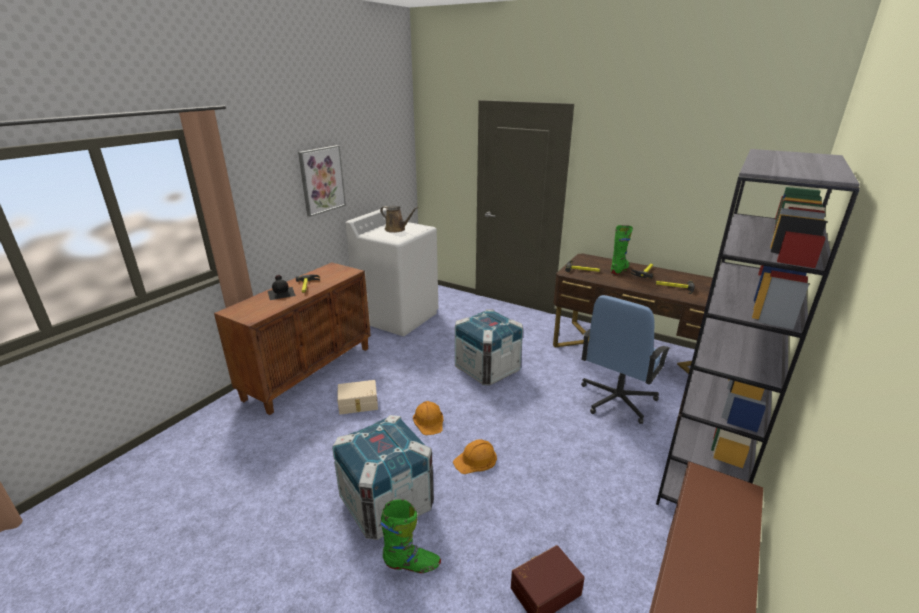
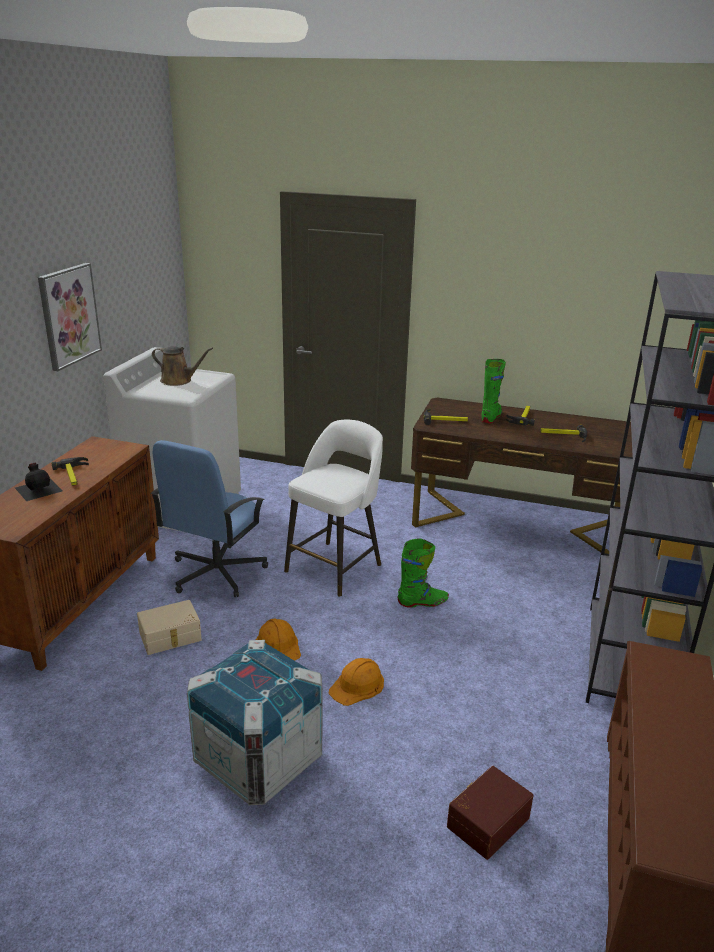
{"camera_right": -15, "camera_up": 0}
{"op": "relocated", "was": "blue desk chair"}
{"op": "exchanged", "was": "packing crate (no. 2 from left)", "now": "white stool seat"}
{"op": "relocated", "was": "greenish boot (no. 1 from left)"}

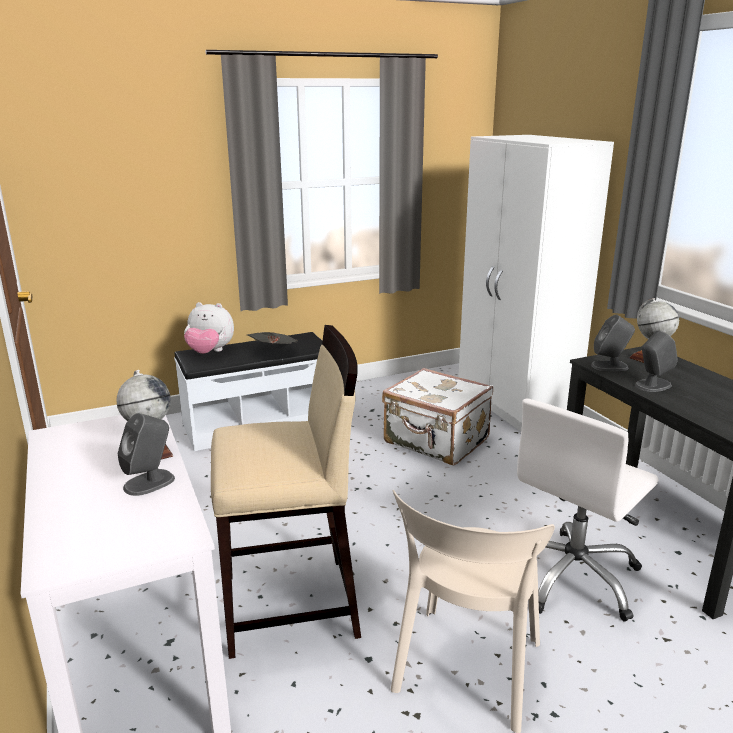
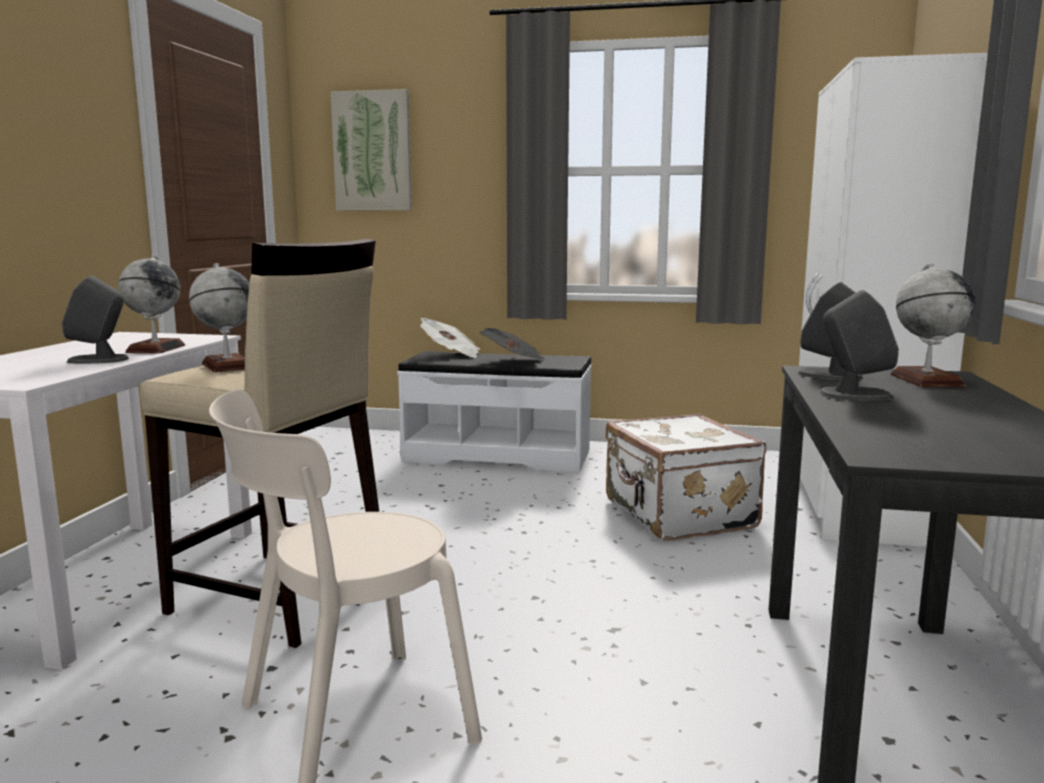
{"camera_right": 35, "camera_up": -10}
{"op": "exchanged", "was": "soft toy", "now": "printed paper (no. 1 from left)"}
{"op": "missing", "was": "white desk chair"}
{"op": "appeared", "now": "wall picture"}
{"op": "appeared", "now": "globe (no. 2 from left)"}

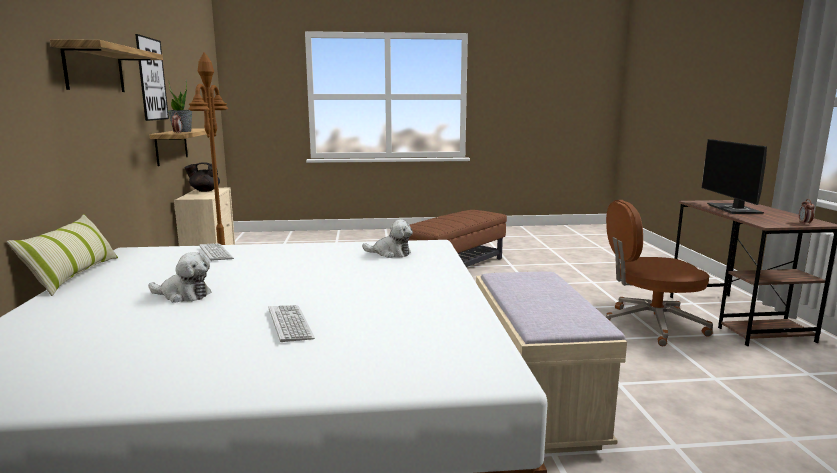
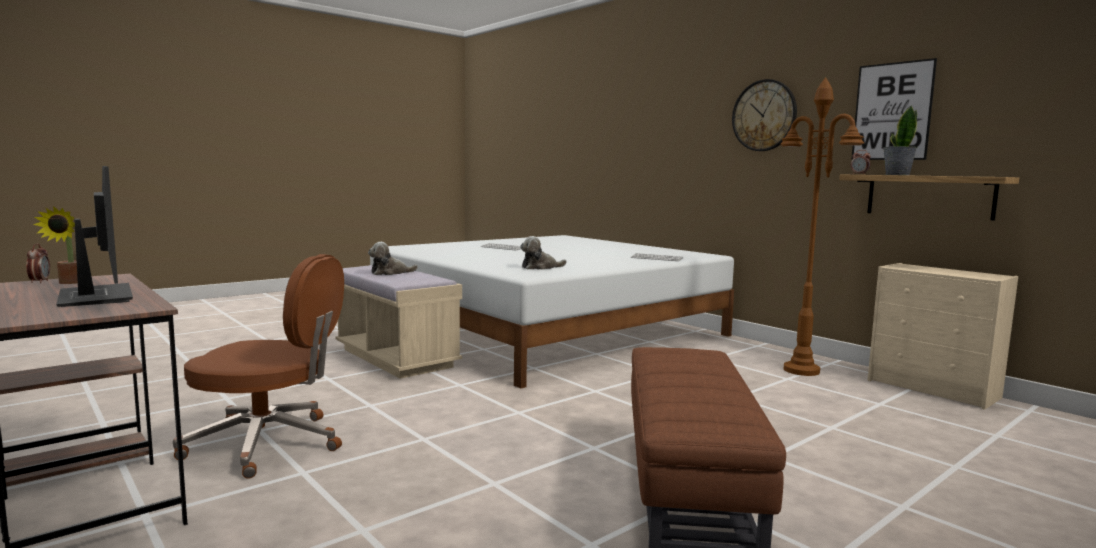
{"camera_right": 145, "camera_up": -5}
{"op": "exchanged", "was": "bracket shelf (no. 1 from left)", "now": "clock on the wall"}
{"op": "missing", "was": "black tea pot"}
{"op": "spun", "was": "brown desk chair", "clockwise": 45}
{"op": "missing", "was": "throw pillow"}
{"op": "relocated", "was": "soft toy (no. 1 from left)"}
{"op": "appeared", "now": "potted plant (no. 1 from left)"}

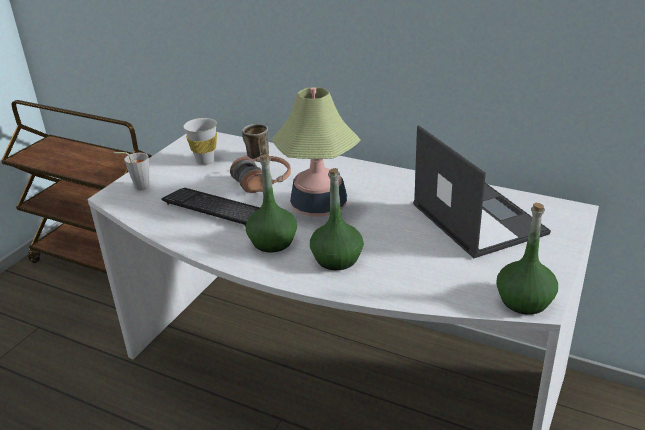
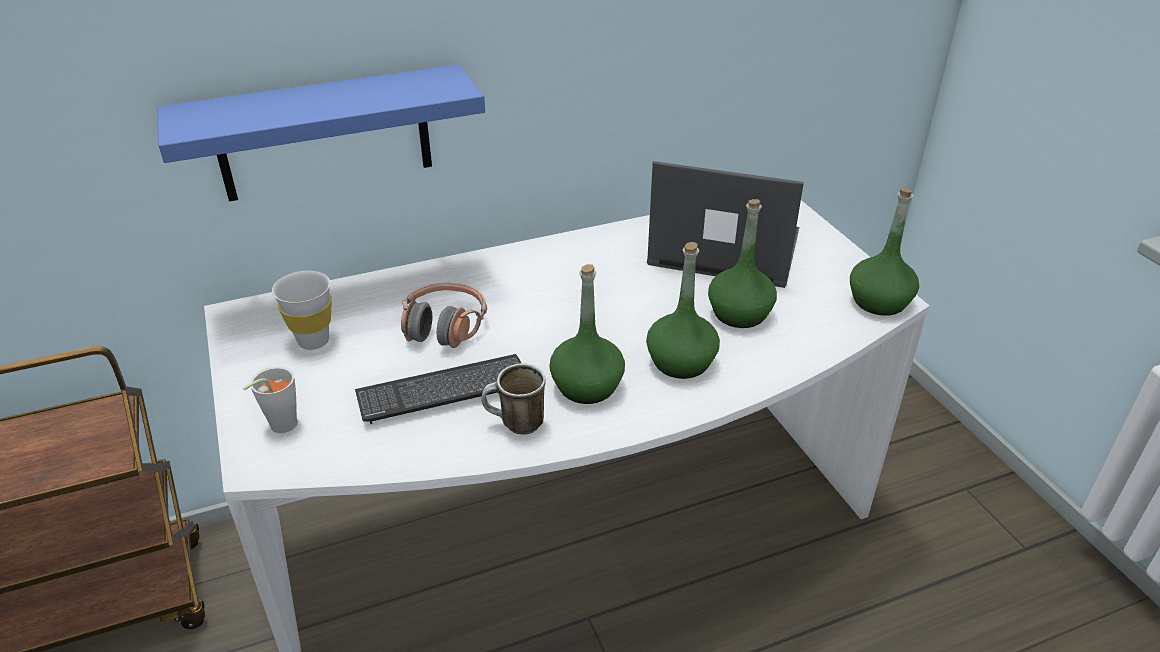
{"camera_right": -50, "camera_up": 5}
{"op": "missing", "was": "lamp for a table"}
{"op": "relocated", "was": "mug"}
{"op": "appeared", "now": "blue bracket shelf"}
{"op": "appeared", "now": "greenish drink bottle (no. 3 from left)"}

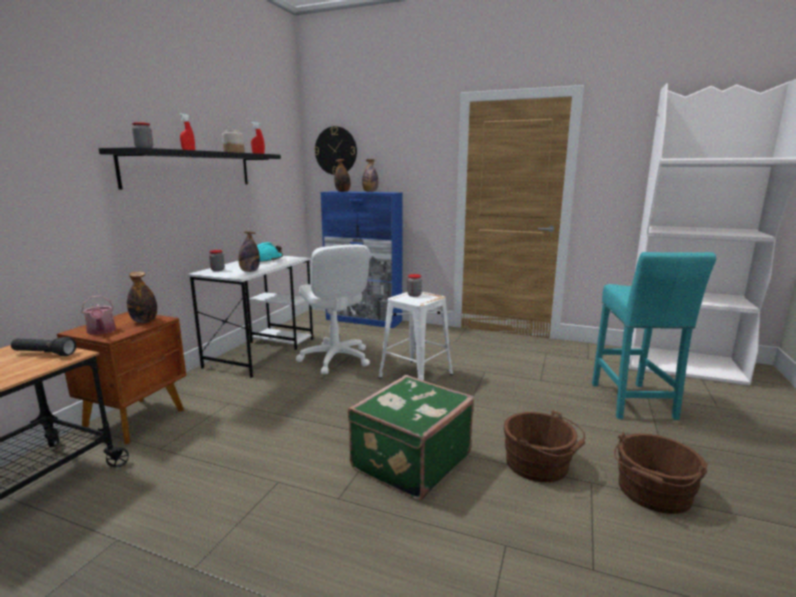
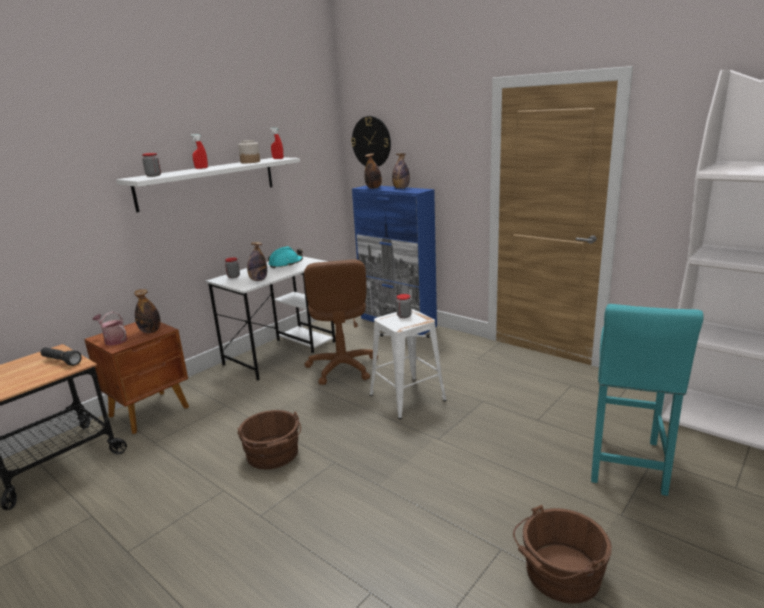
{"camera_right": 20, "camera_up": 5}
{"op": "colour", "was": "black bracket shelf", "now": "white bracket shelf"}
{"op": "colour", "was": "white desk chair", "now": "brown desk chair"}
{"op": "spun", "was": "watering pot", "clockwise": 135}
{"op": "missing", "was": "greenish suitcase"}
{"op": "relocated", "was": "brown pail (no. 1 from left)"}

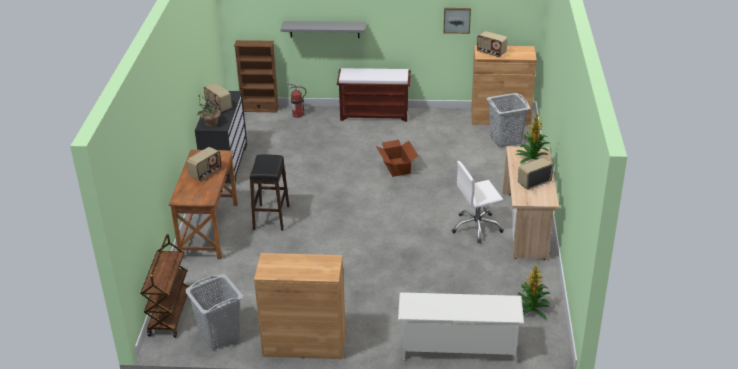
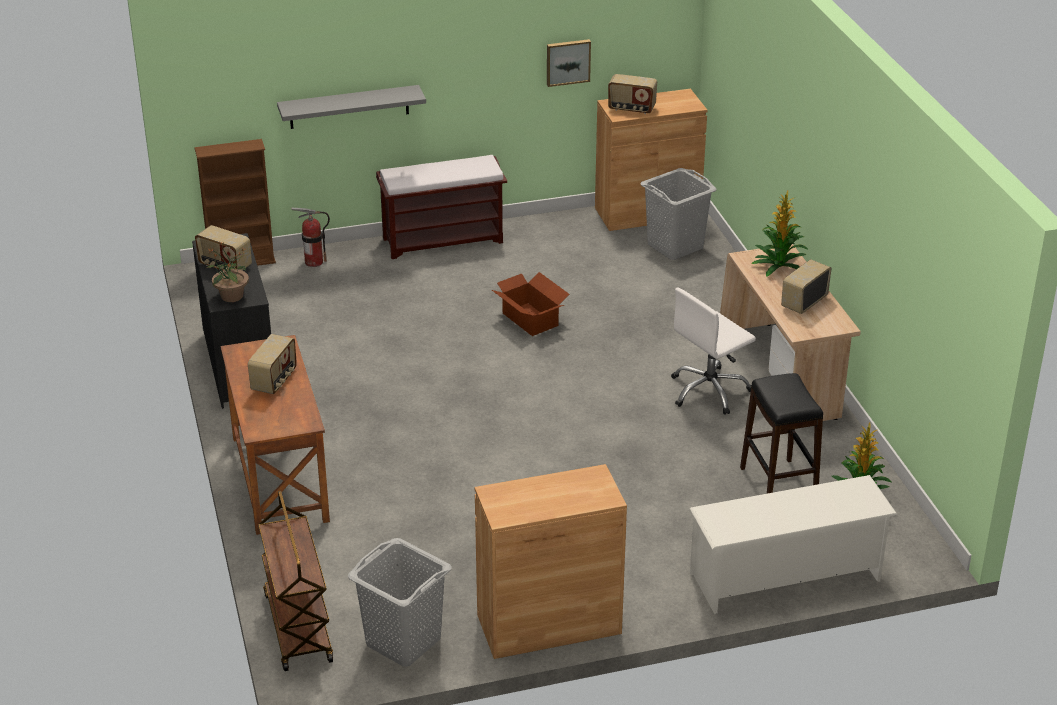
{"camera_right": -20, "camera_up": 0}
{"op": "relocated", "was": "black stool seat"}

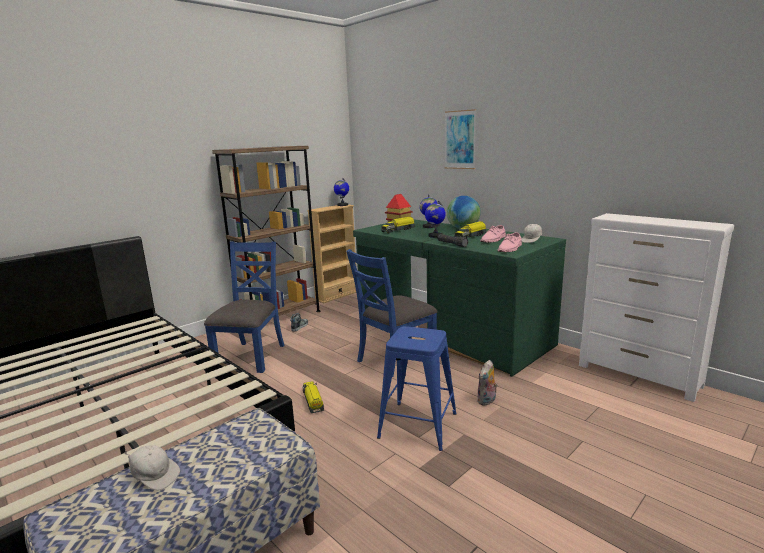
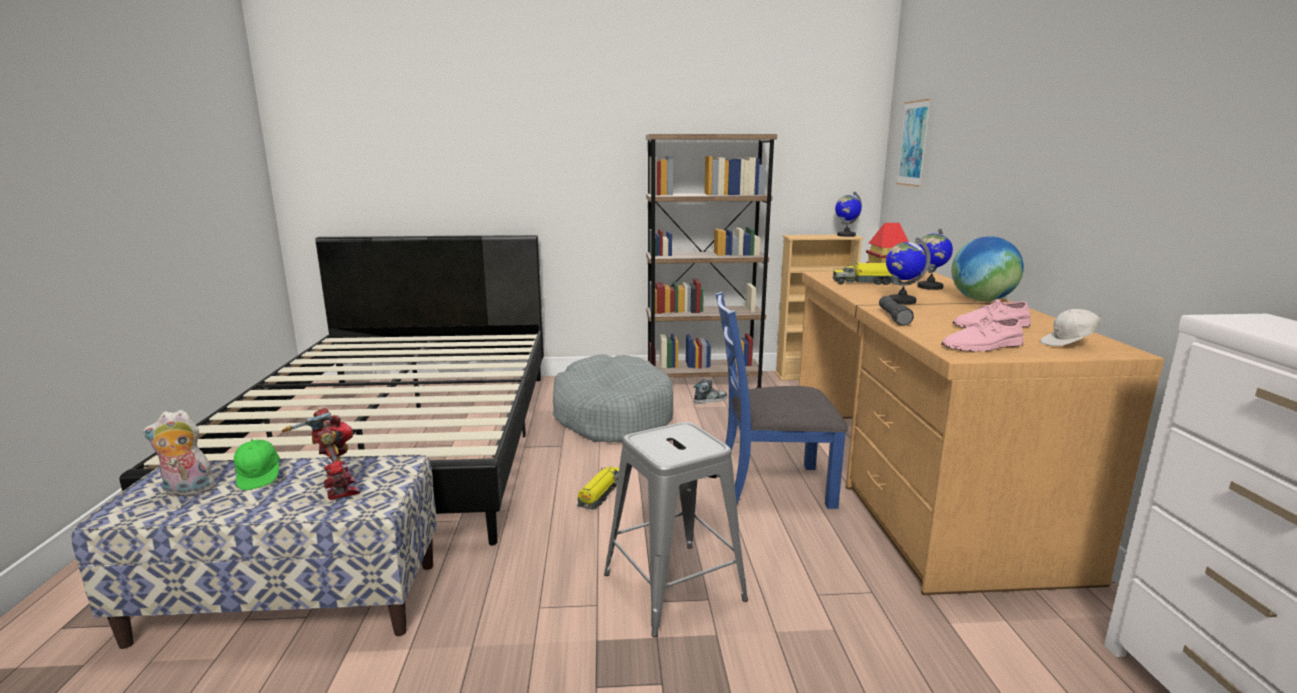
{"camera_right": 40, "camera_up": 0}
{"op": "relocated", "was": "wall picture"}
{"op": "colour", "was": "greenish desk", "now": "brown desk"}
{"op": "missing", "was": "model truck (no. 3 from left)"}
{"op": "exchanged", "was": "blue plain chair (no. 1 from left)", "now": "gray dog cushion"}
{"op": "colour", "was": "blue stool seat", "now": "gray stool seat"}
{"op": "relocated", "was": "soft toy"}
{"op": "colour", "was": "white cap (no. 1 from left)", "now": "greenish cap"}
{"op": "appeared", "now": "robot figure"}

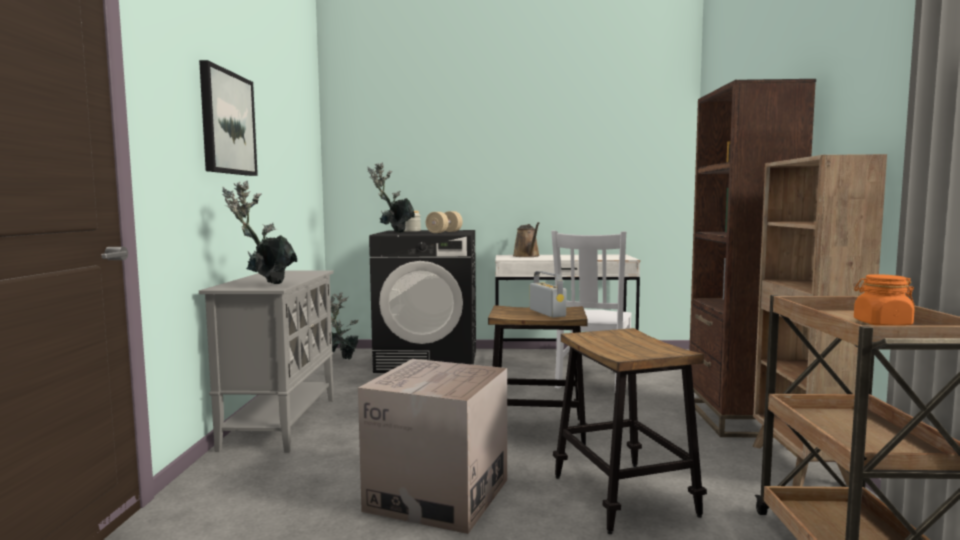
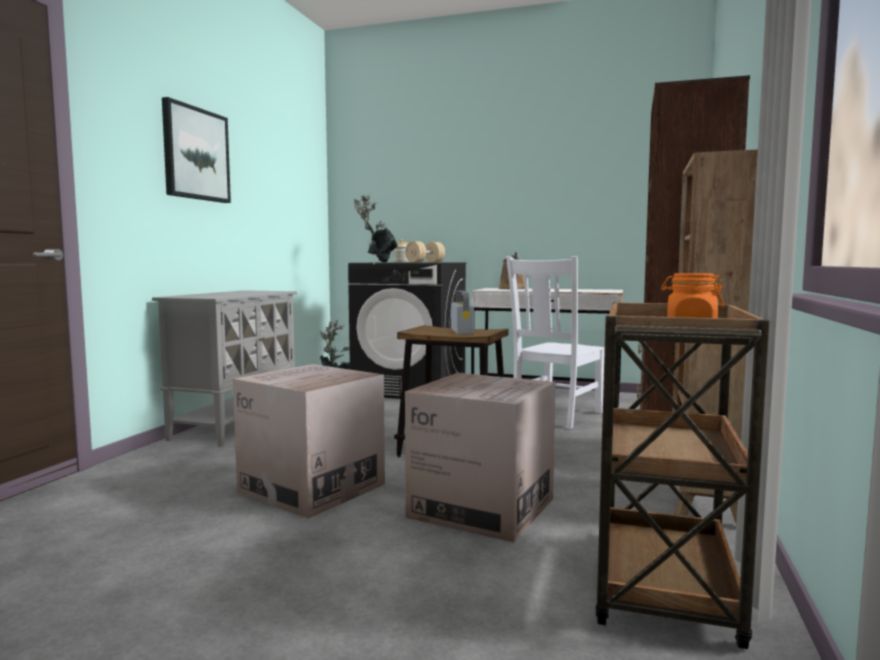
{"camera_right": 15, "camera_up": 0}
{"op": "missing", "was": "potted plant (no. 1 from left)"}
{"op": "exchanged", "was": "stool seat (no. 2 from left)", "now": "packing box (no. 2 from left)"}

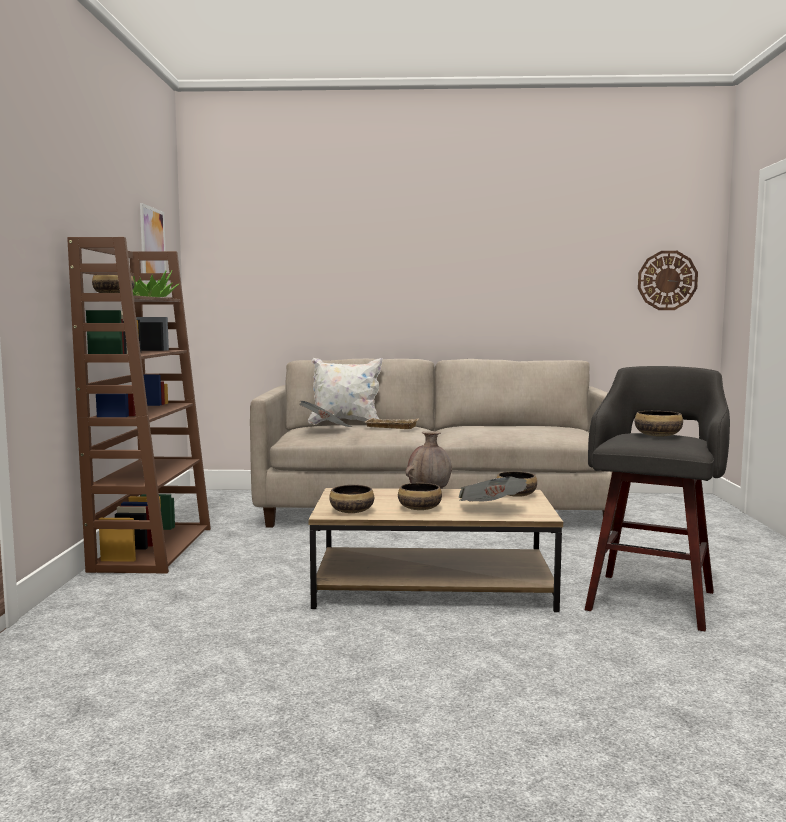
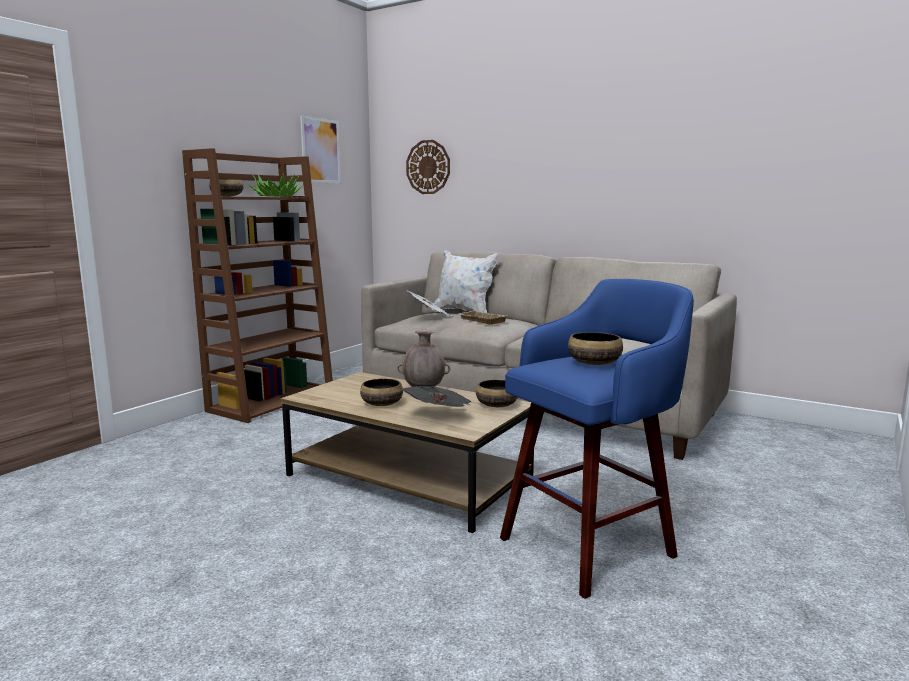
{"camera_right": 30, "camera_up": 5}
{"op": "relocated", "was": "clock on the wall"}
{"op": "colour", "was": "gray stool seat", "now": "blue stool seat"}
{"op": "missing", "was": "serving bowl (no. 2 from left)"}

